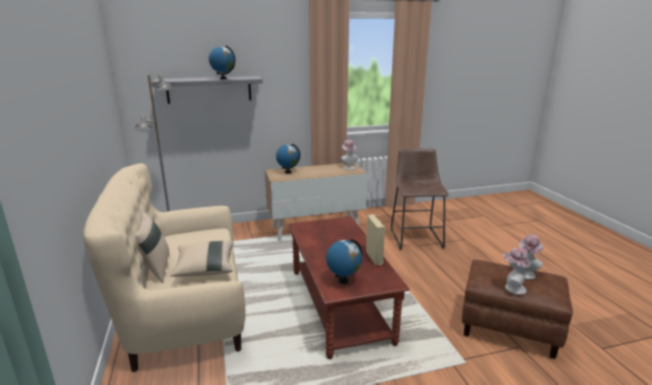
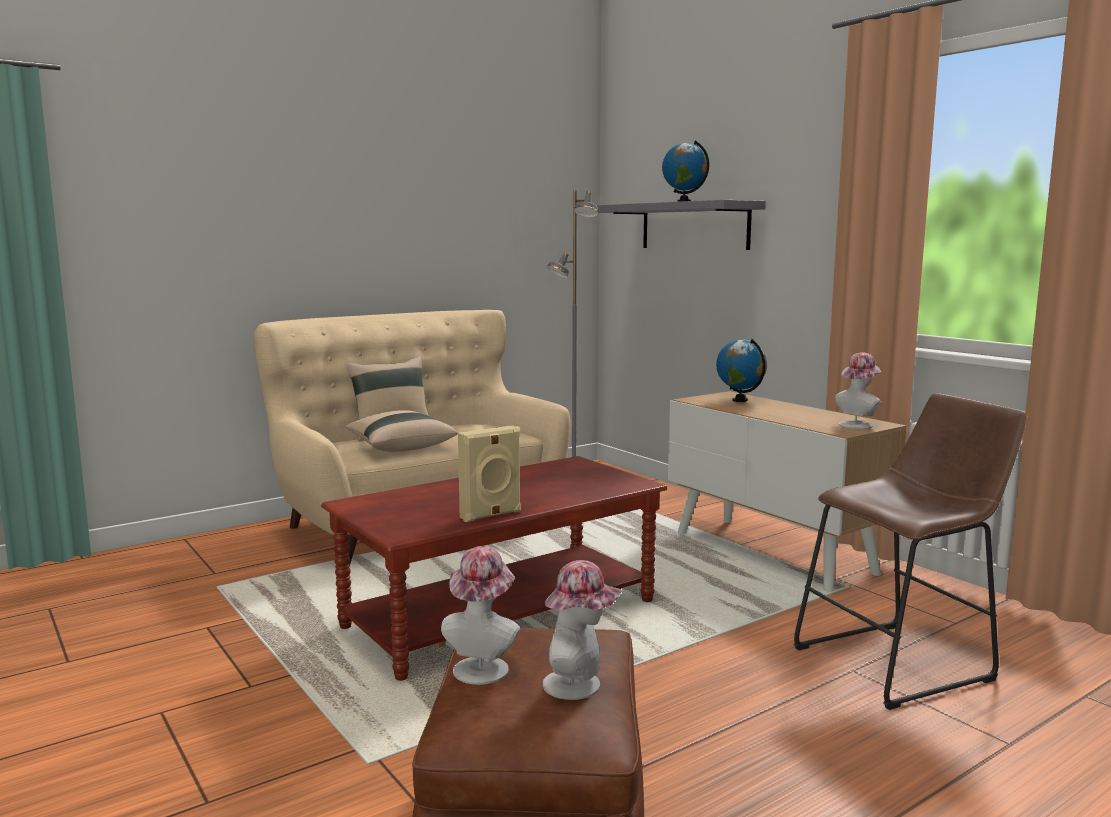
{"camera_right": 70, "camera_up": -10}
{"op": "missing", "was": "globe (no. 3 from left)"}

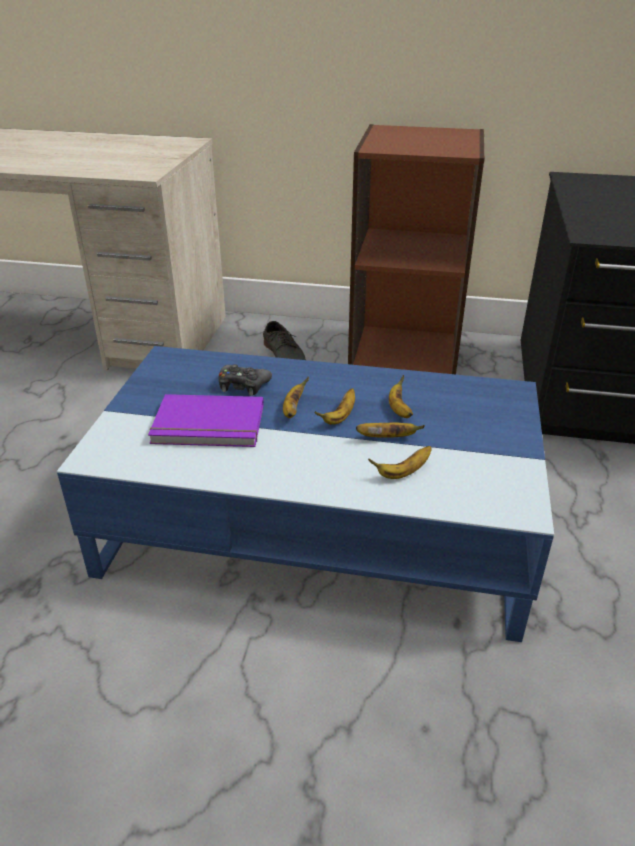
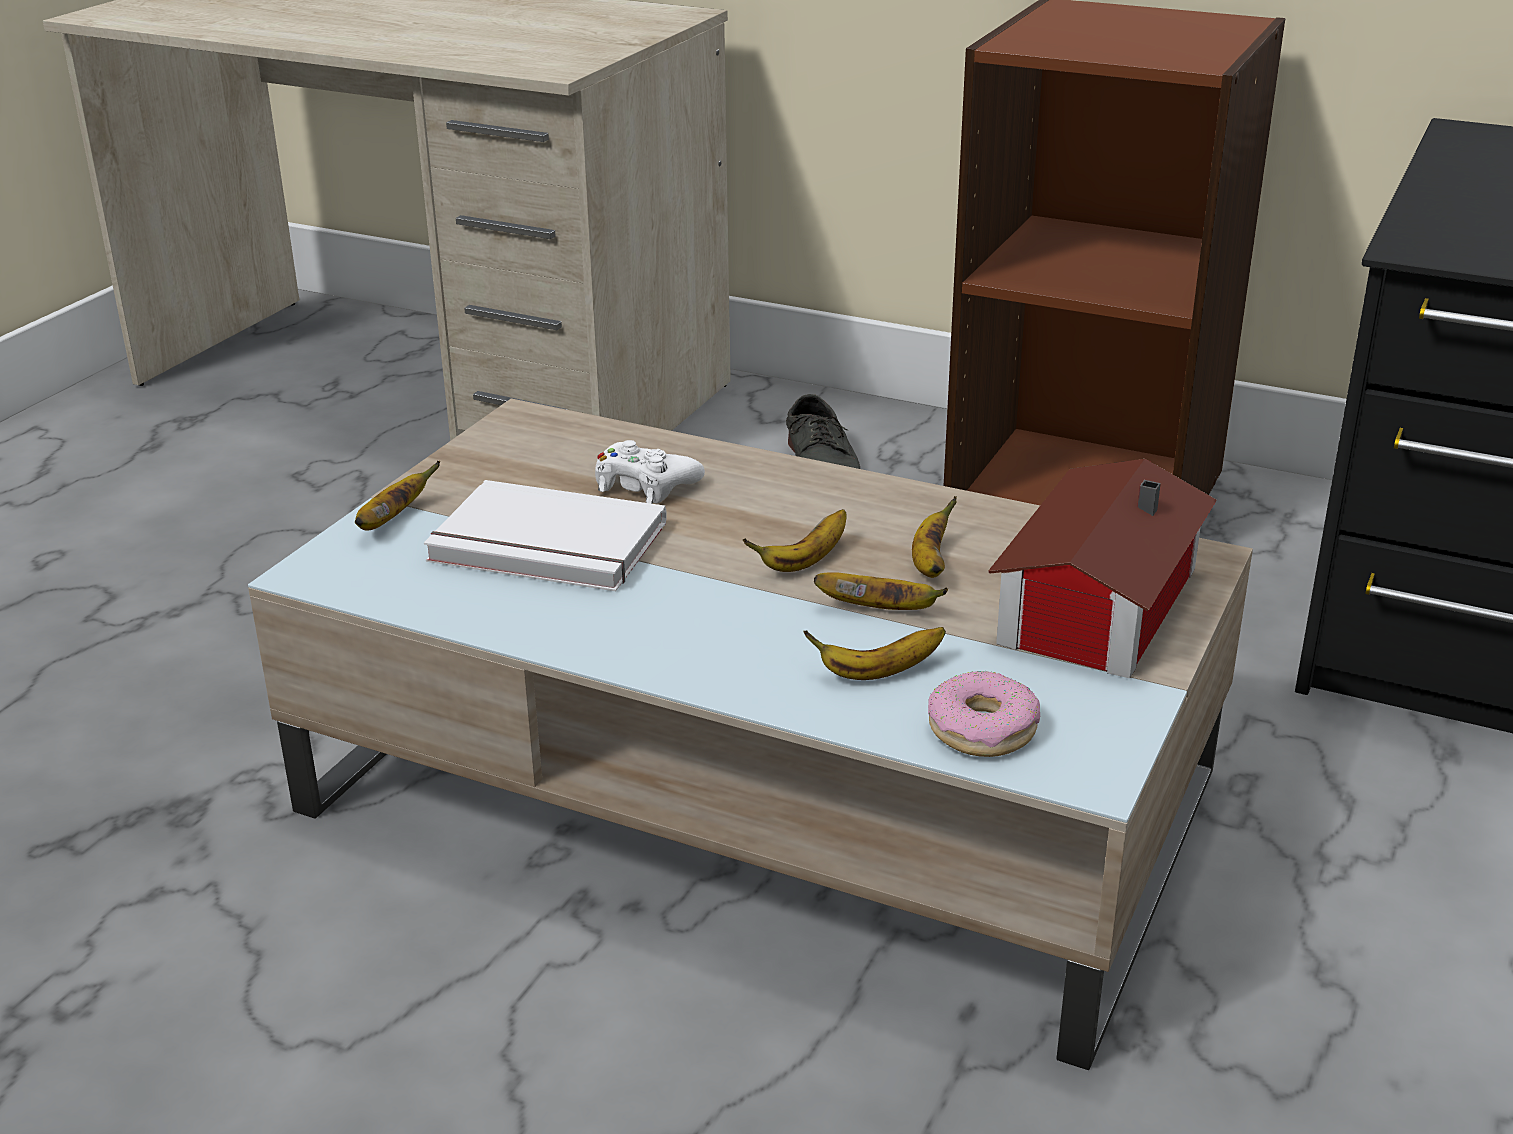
{"camera_right": 15, "camera_up": -5}
{"op": "colour", "was": "blue coffee table", "now": "beige coffee table"}
{"op": "colour", "was": "black gamepad", "now": "white gamepad"}
{"op": "relocated", "was": "banana fruit (no. 1 from left)"}
{"op": "colour", "was": "purple volume", "now": "white volume"}
{"op": "appeared", "now": "toy house"}
{"op": "appeared", "now": "donut"}

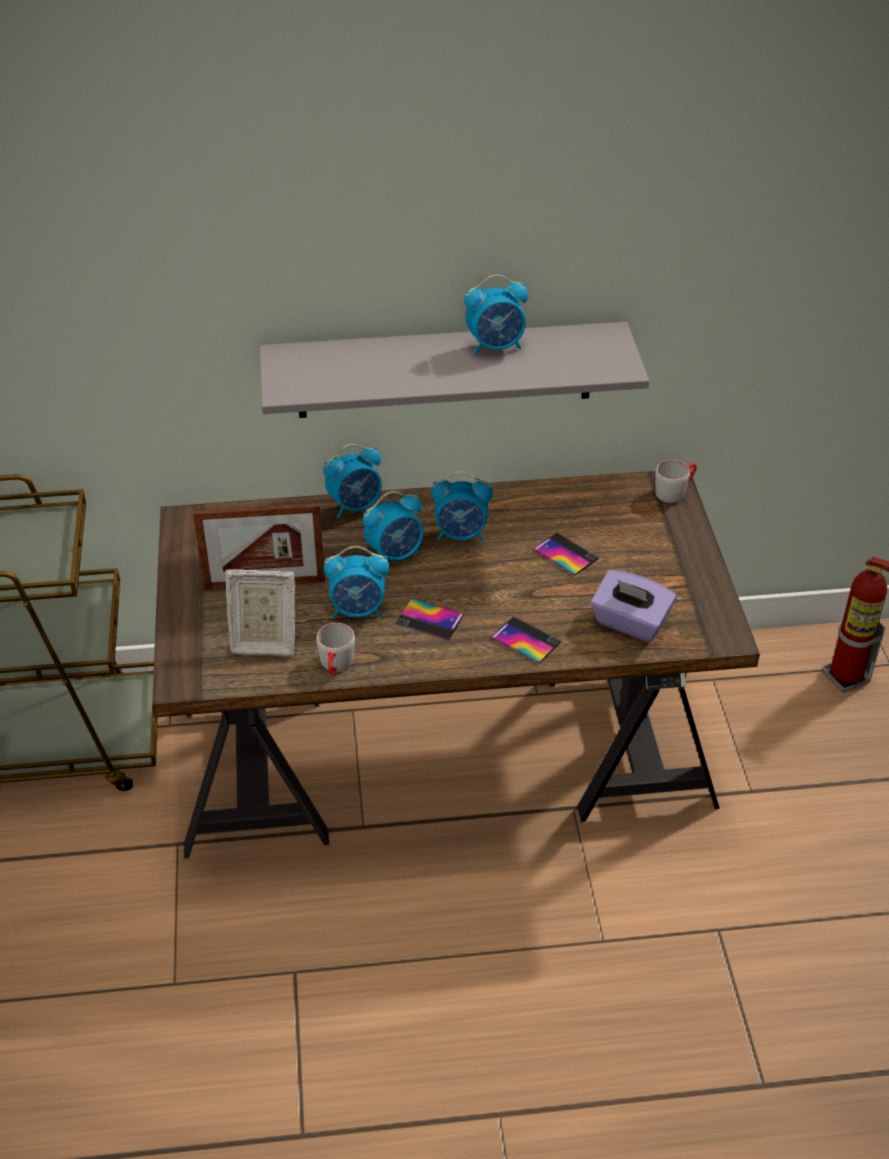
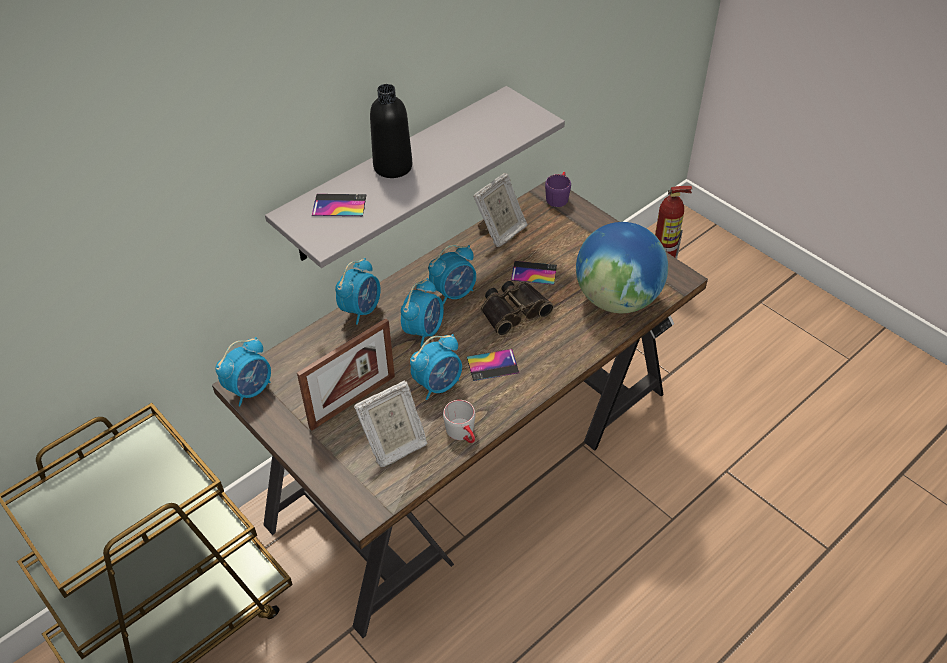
{"camera_right": -35, "camera_up": 5}
{"op": "relocated", "was": "alarm clock (no. 5 from left in the first image)", "now": "alarm clock (no. 1 from left)"}
{"op": "colour", "was": "gray mug (no. 2 from left)", "now": "purple mug"}
{"op": "exchanged", "was": "purple tissue holder", "now": "globe"}
{"op": "relocated", "was": "phone (no. 2 from left in the first image)", "now": "phone (no. 1 from left)"}
{"op": "appeared", "now": "black drink bottle"}
{"op": "appeared", "now": "standing frame (no. 3 from left)"}
{"op": "appeared", "now": "field glasses"}

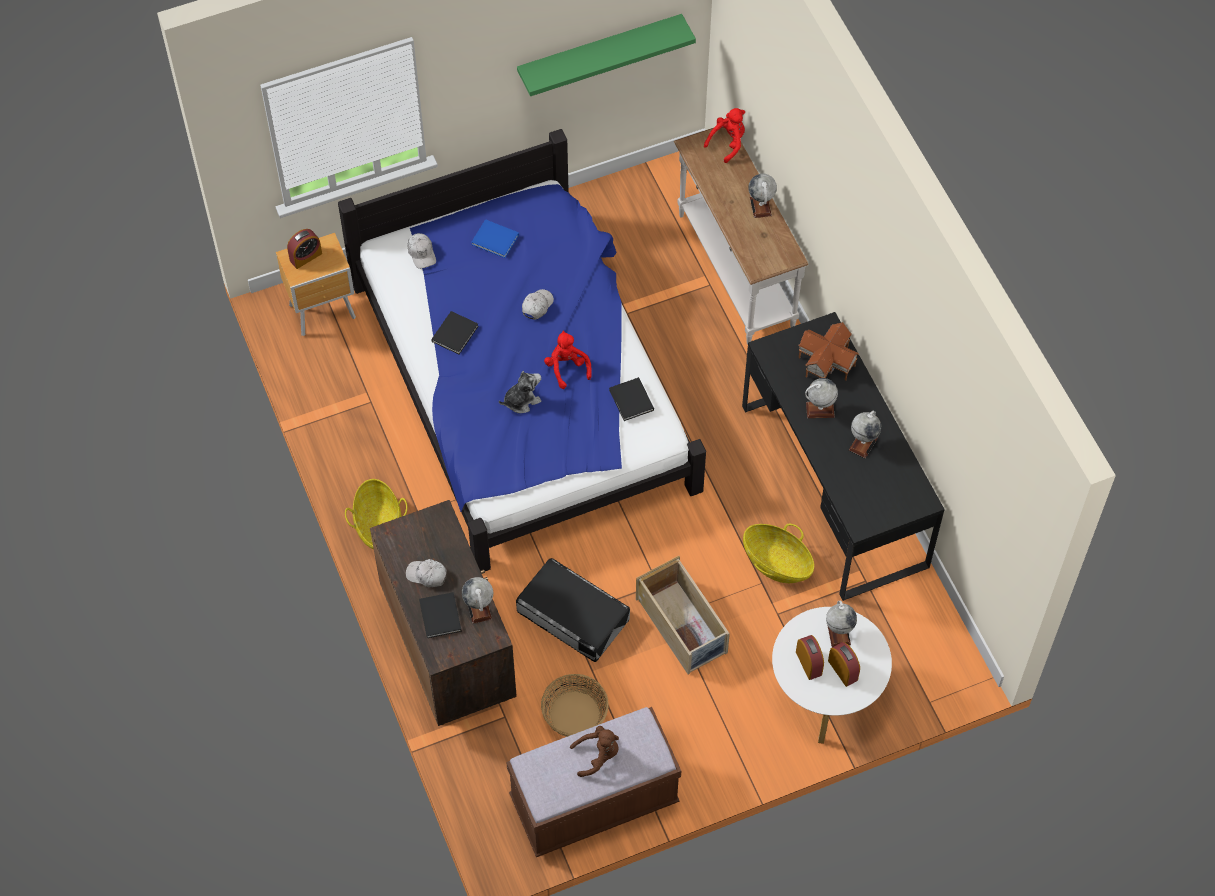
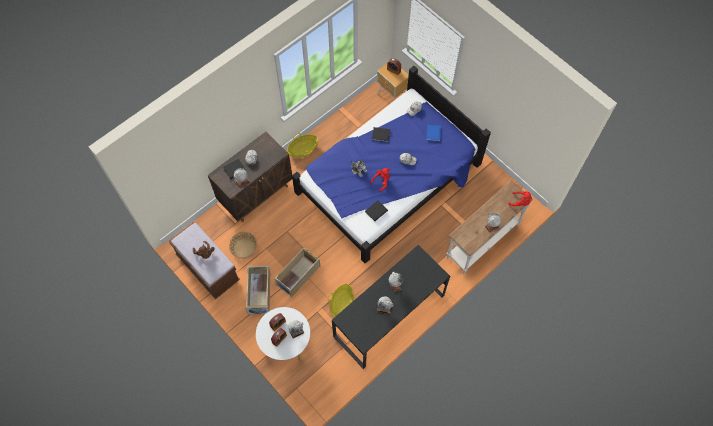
{"camera_right": 70, "camera_up": 5}
{"op": "missing", "was": "greenish bracket shelf"}
{"op": "missing", "was": "toy house"}
{"op": "missing", "was": "black storage container"}
{"op": "appeared", "now": "beige storage container (no. 1 from left)"}

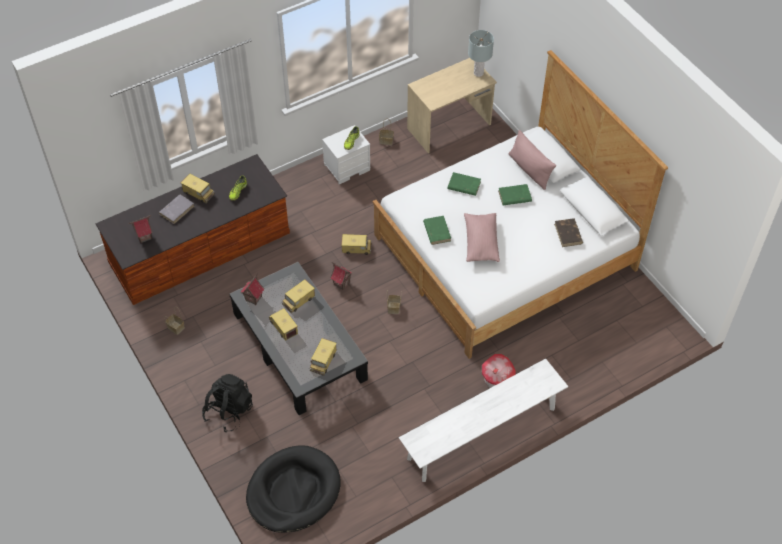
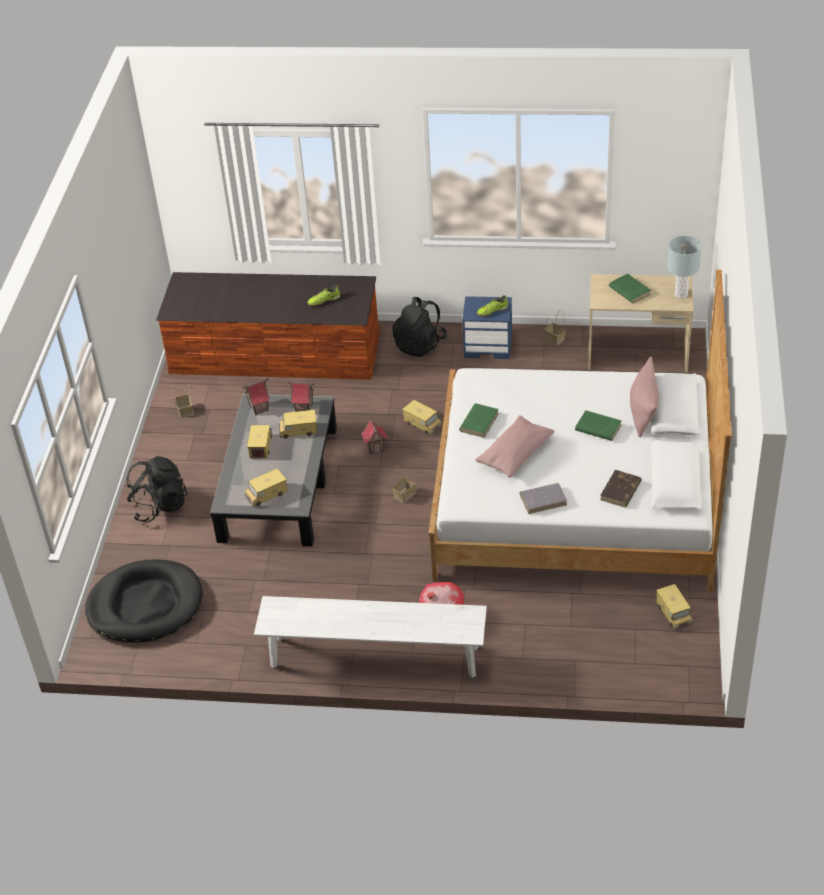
{"camera_right": 40, "camera_up": -10}
{"op": "colour", "was": "white bedside table", "now": "blue bedside table"}
{"op": "relocated", "was": "greenish volume (no. 2 from left in the first image)", "now": "greenish volume (no. 3 from left)"}
{"op": "relocated", "was": "model truck (no. 1 from left in the first image)", "now": "model truck (no. 5 from left)"}
{"op": "relocated", "was": "gray volume"}
{"op": "relocated", "was": "toy house (no. 1 from left in the first image)", "now": "toy house (no. 2 from left)"}
{"op": "appeared", "now": "black backpack (no. 2 from left)"}

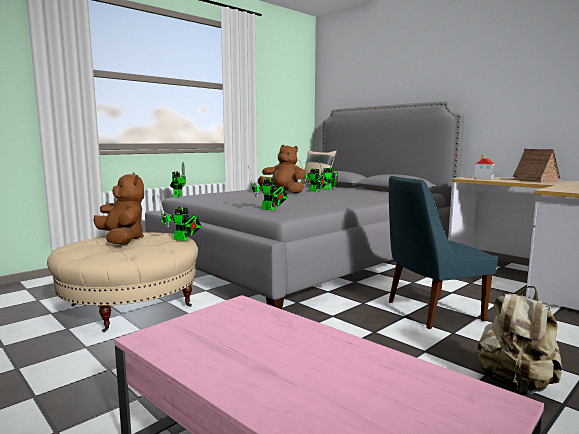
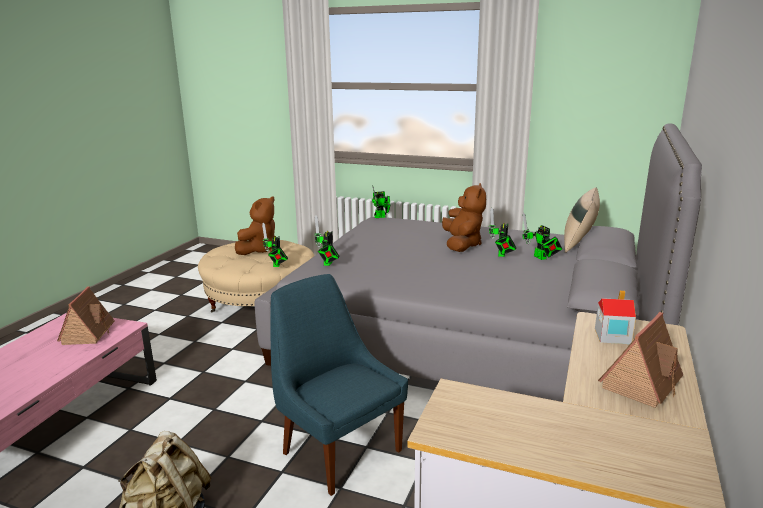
{"camera_right": 65, "camera_up": 10}
{"op": "appeared", "now": "toy house (no. 1 from left)"}

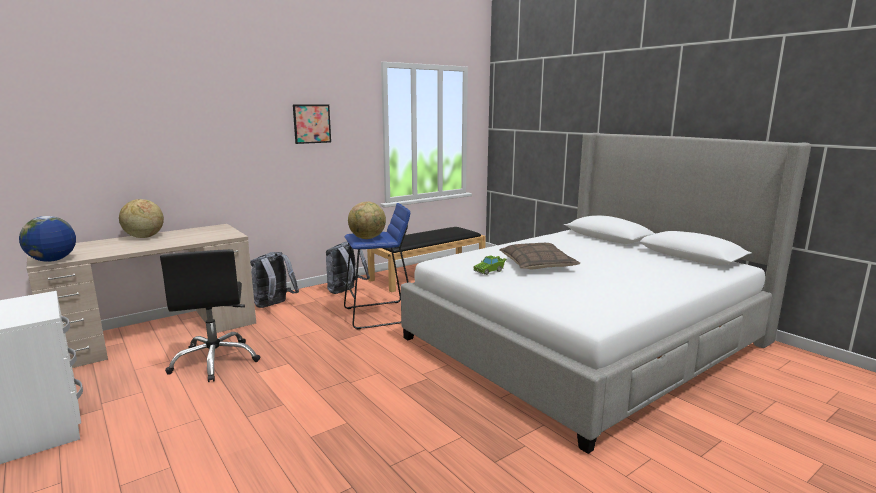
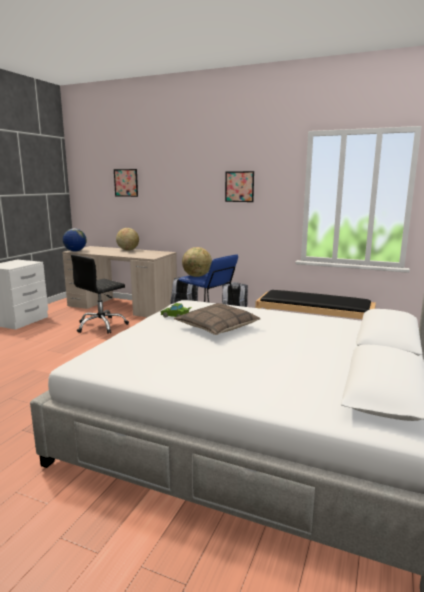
{"camera_right": 60, "camera_up": 0}
{"op": "appeared", "now": "wall picture (no. 1 from left)"}

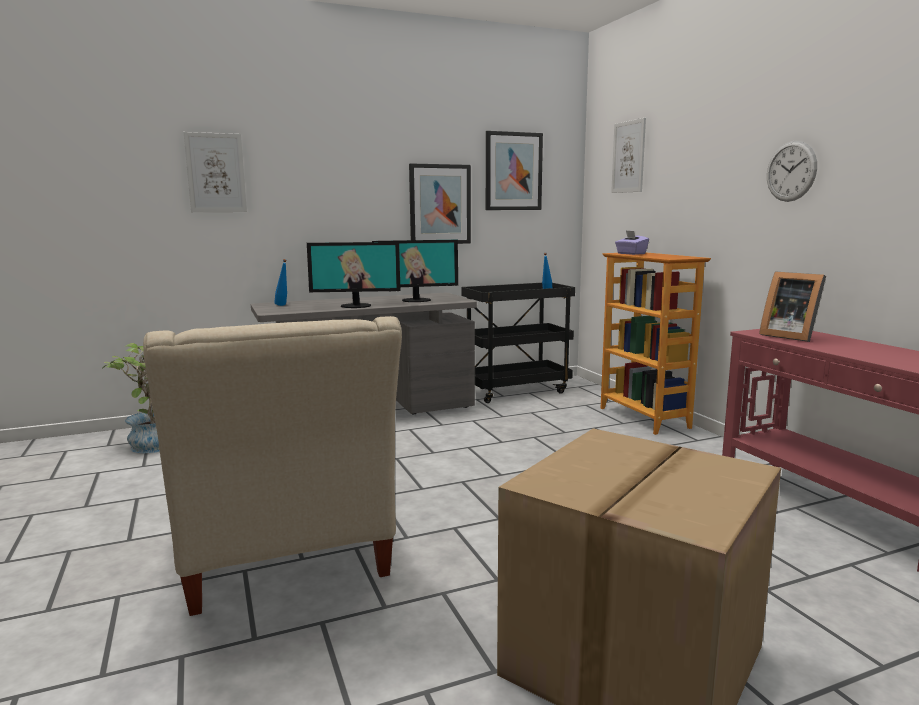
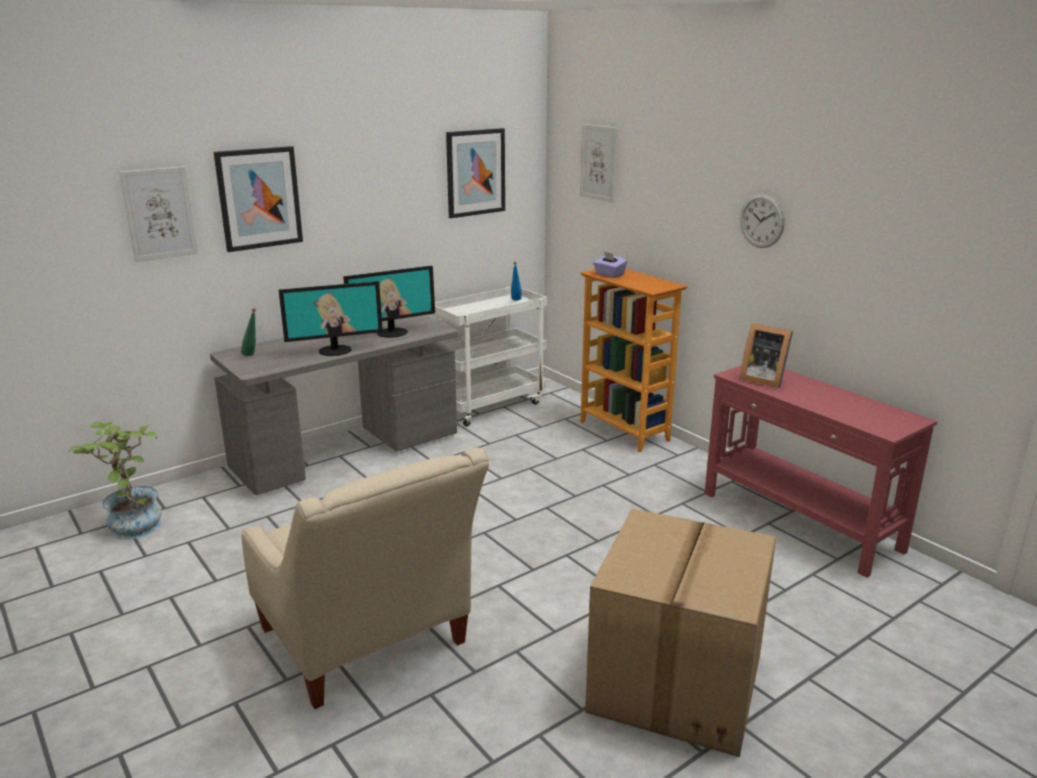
{"camera_right": -15, "camera_up": 10}
{"op": "relocated", "was": "wall picture (no. 2 from left)"}
{"op": "colour", "was": "blue drink bottle (no. 1 from left)", "now": "greenish drink bottle"}
{"op": "colour", "was": "black trolley", "now": "white trolley"}

